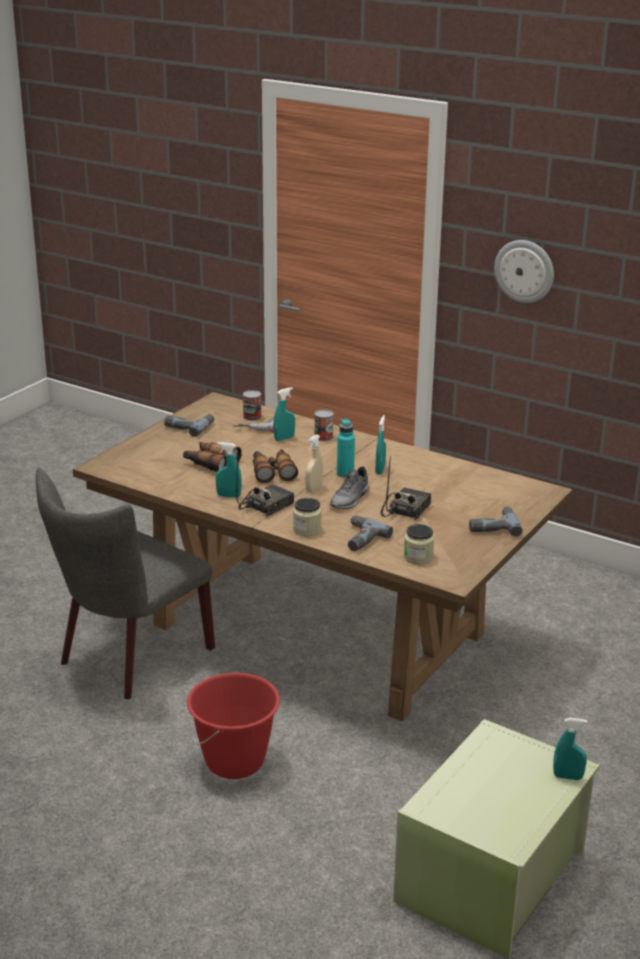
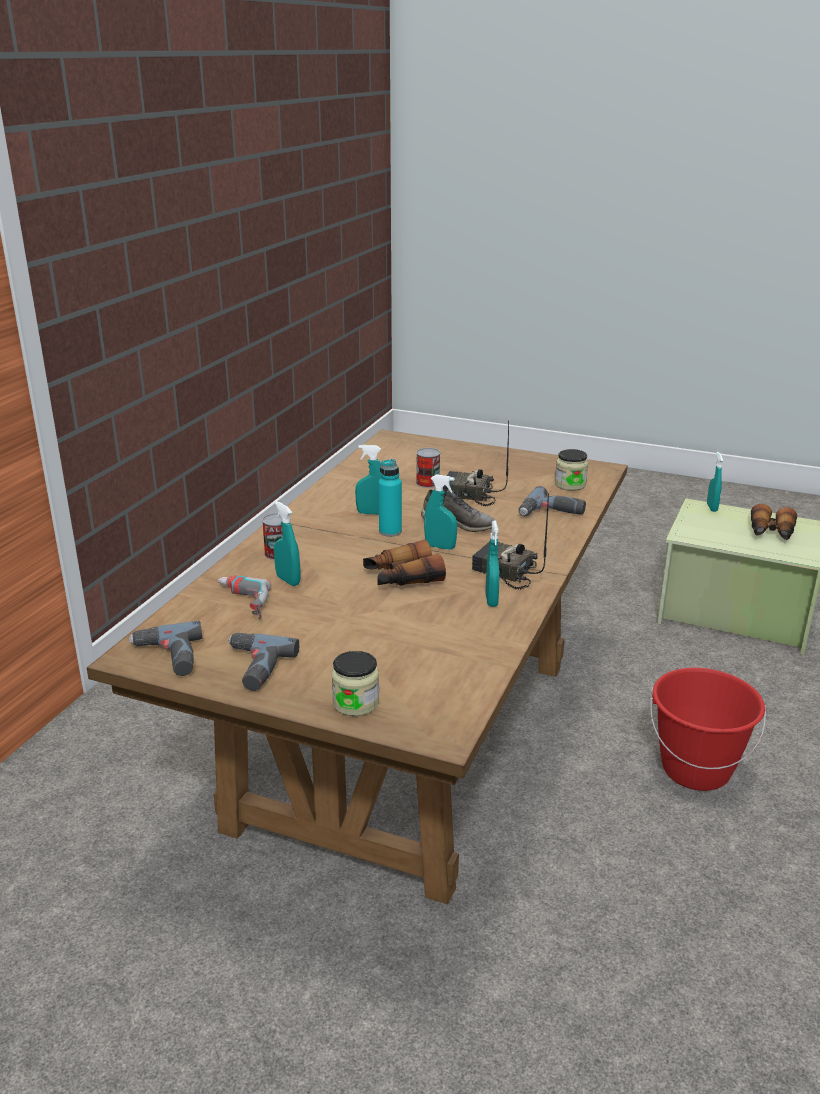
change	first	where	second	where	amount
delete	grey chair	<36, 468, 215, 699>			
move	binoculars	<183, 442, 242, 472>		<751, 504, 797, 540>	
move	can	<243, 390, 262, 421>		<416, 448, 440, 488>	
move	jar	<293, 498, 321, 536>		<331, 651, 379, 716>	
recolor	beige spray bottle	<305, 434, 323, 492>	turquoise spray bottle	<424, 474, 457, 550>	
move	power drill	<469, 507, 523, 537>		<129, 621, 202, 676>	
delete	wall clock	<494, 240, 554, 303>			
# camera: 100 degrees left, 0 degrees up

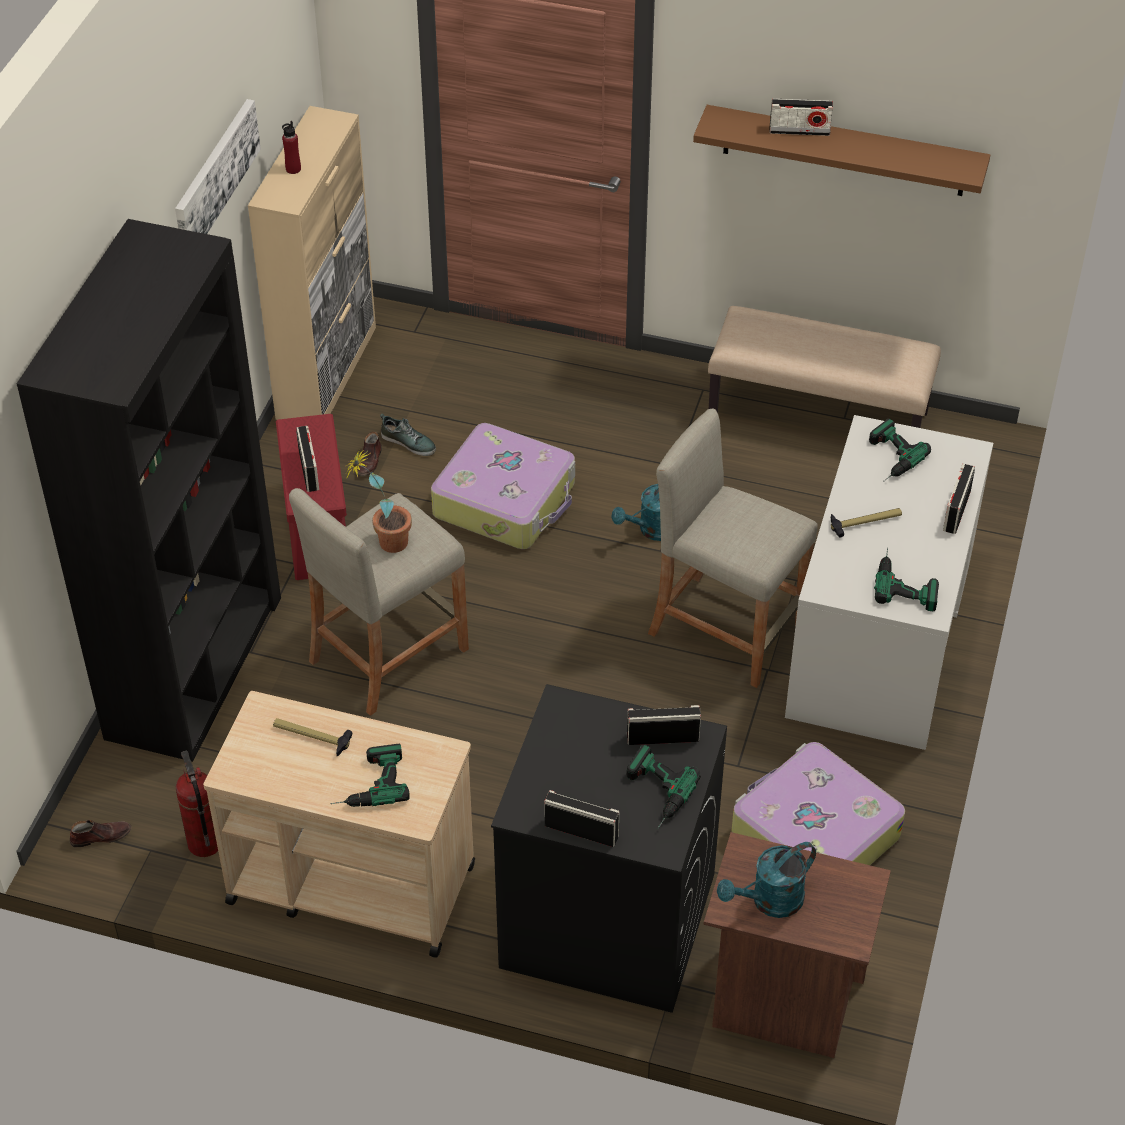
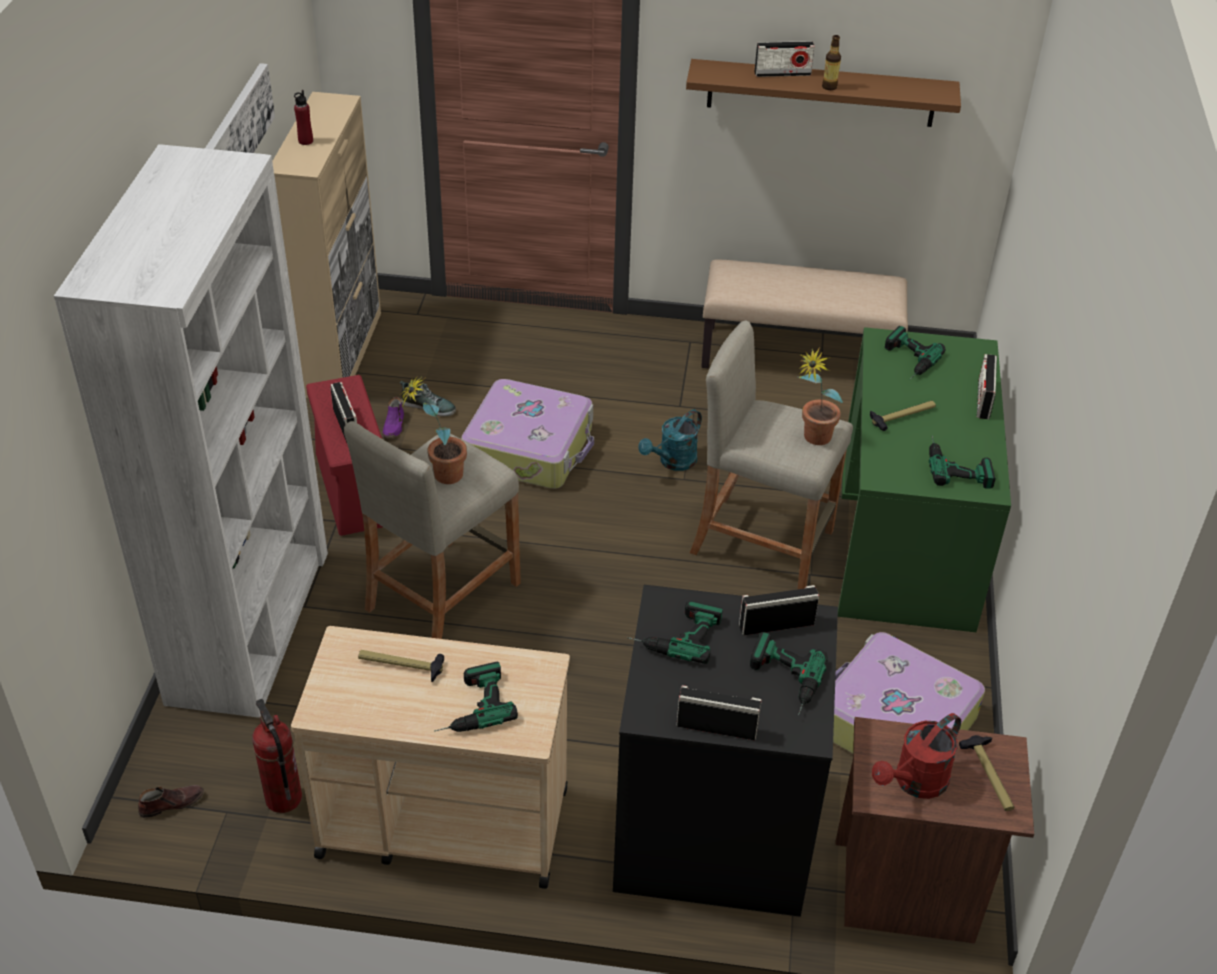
change	first	where	second	where	amount
recolor	black bookcase	<17, 219, 281, 762>	white bookcase	<54, 144, 328, 718>	
recolor	brown shoe	<355, 431, 382, 476>	purple shoe	<382, 397, 404, 438>	
recolor	turquoise watering can	<717, 842, 816, 918>	red watering can	<872, 713, 961, 799>	
recolor	white desk	<785, 415, 993, 750>	green desk	<838, 327, 1011, 632>	
insert			power drill	<627, 600, 723, 664>	
insert			potted plant	<798, 347, 843, 445>	
insert			bottle	<822, 35, 841, 90>	
insert			hammer	<959, 735, 1015, 811>	
# camera: 10 degrees left, 5 degrees down

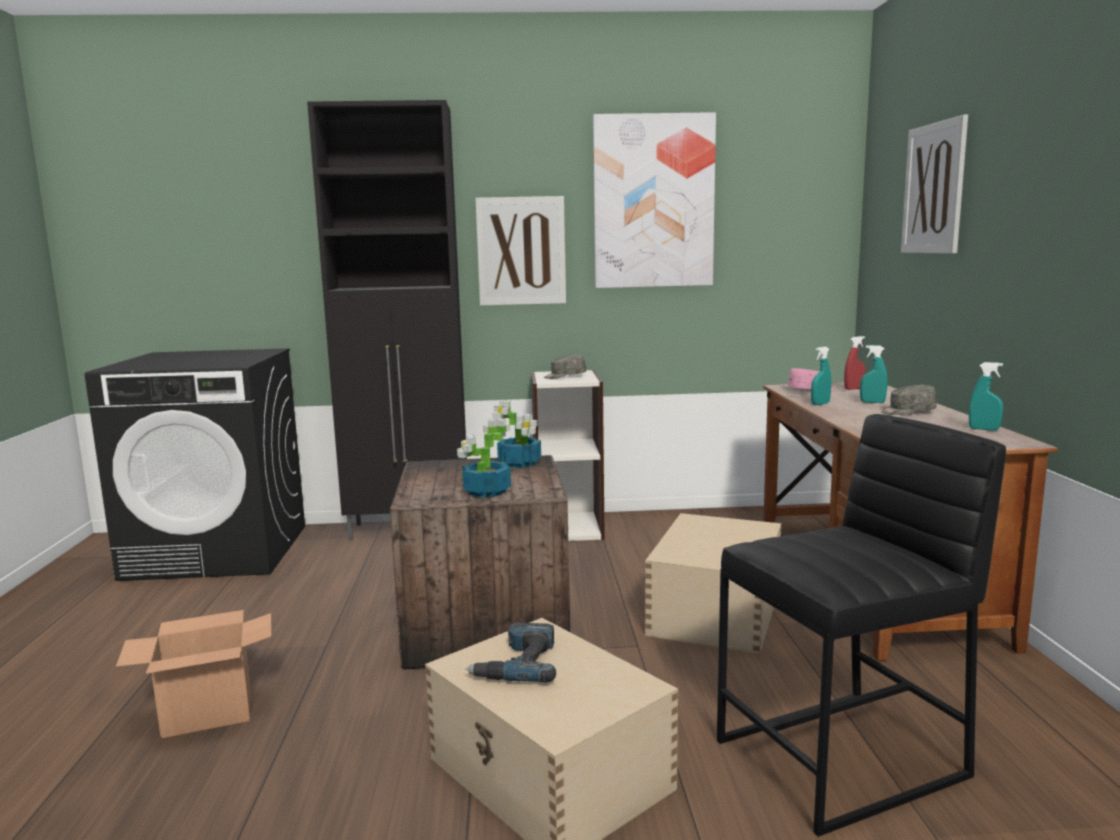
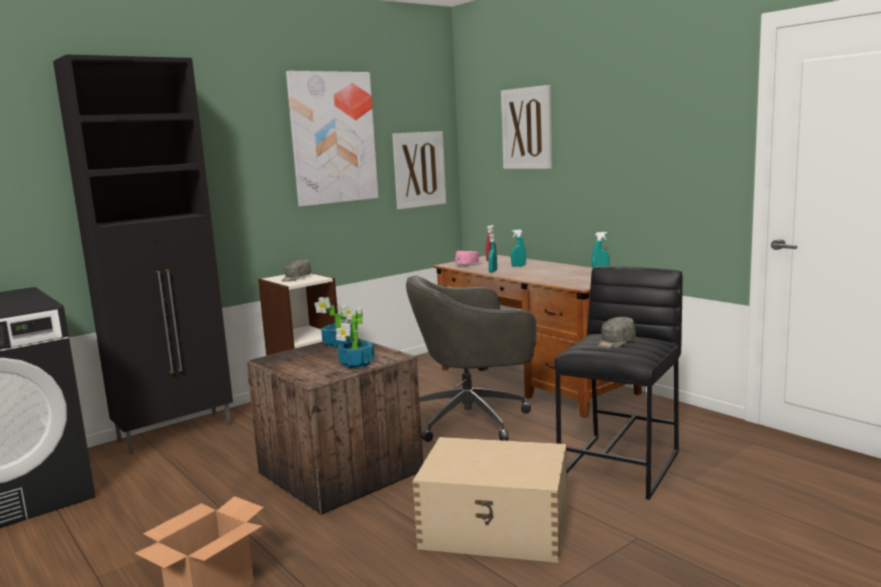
change	first	where	second	where	amount
delete	power drill	<465, 622, 556, 682>			
move	picture	<475, 196, 566, 306>		<392, 131, 446, 210>	
replace	beige storage box	<645, 513, 781, 654>	grey office chair	<406, 275, 536, 442>	
move	grey cap	<881, 385, 936, 415>		<598, 317, 636, 349>	
# camera: 35 degrees left, 0 degrees up

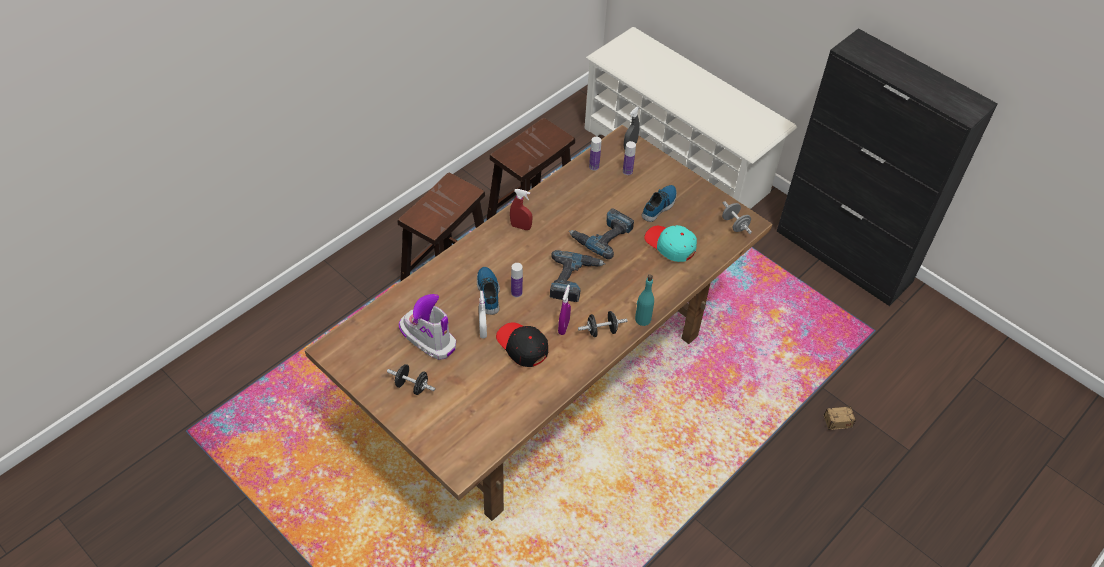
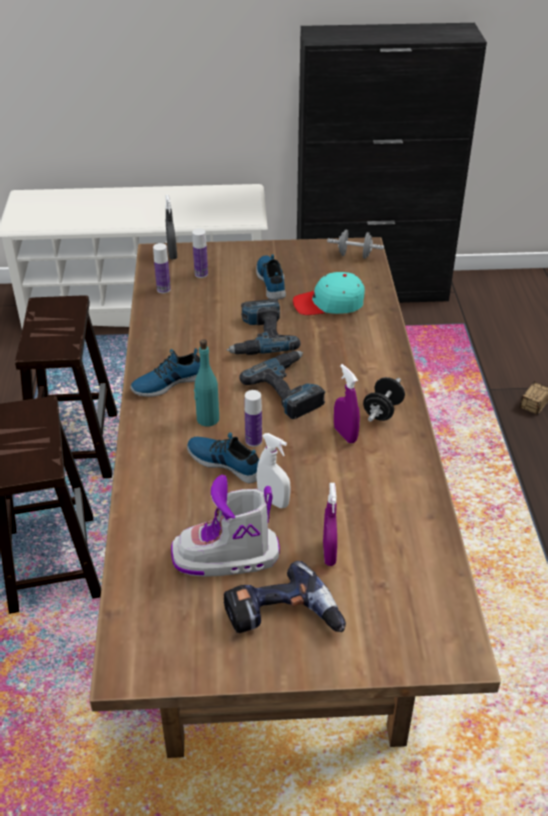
change	first	where	second	where	amount
replace	black dumbbell	<387, 364, 435, 395>	power drill	<224, 561, 346, 633>	
delete	black cap	<496, 322, 548, 367>			
replace	red spray bottle	<510, 189, 533, 230>	shoe	<130, 348, 200, 397>	
move	turquoise bottle	<635, 274, 654, 326>		<194, 339, 219, 426>	
insert			purple spray bottle	<323, 483, 337, 566>	
# camera: 45 degrees left, 10 degrees down

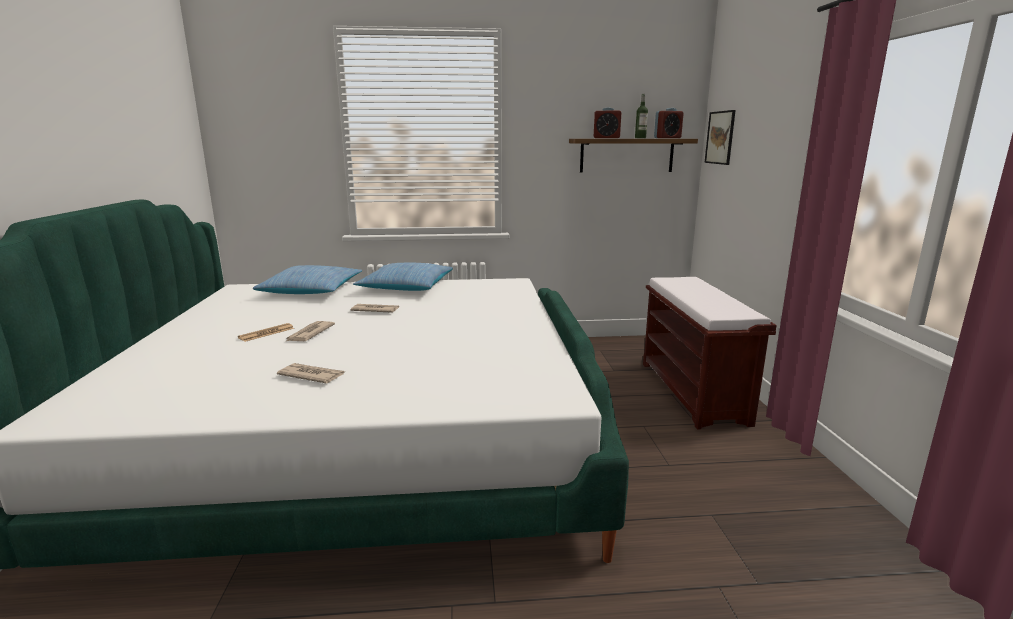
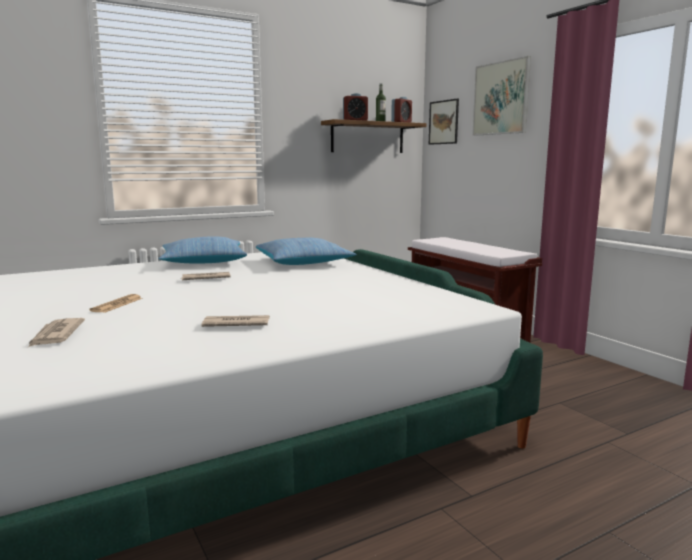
change	first	where	second	where	amount
move	pillow	<253, 265, 362, 294>		<256, 238, 357, 265>	
move	newspaper	<285, 321, 335, 342>		<28, 318, 85, 347>	
insert			picture	<472, 56, 531, 136>	
# camera: 25 degrees left, 5 degrees down

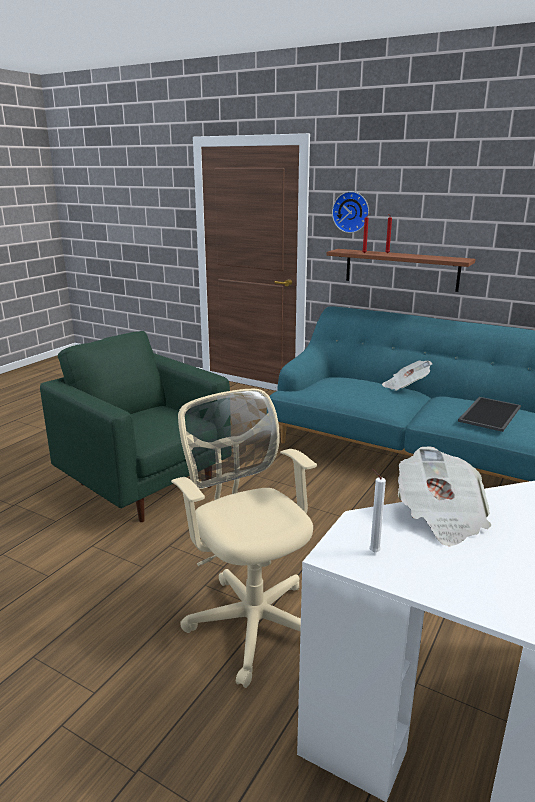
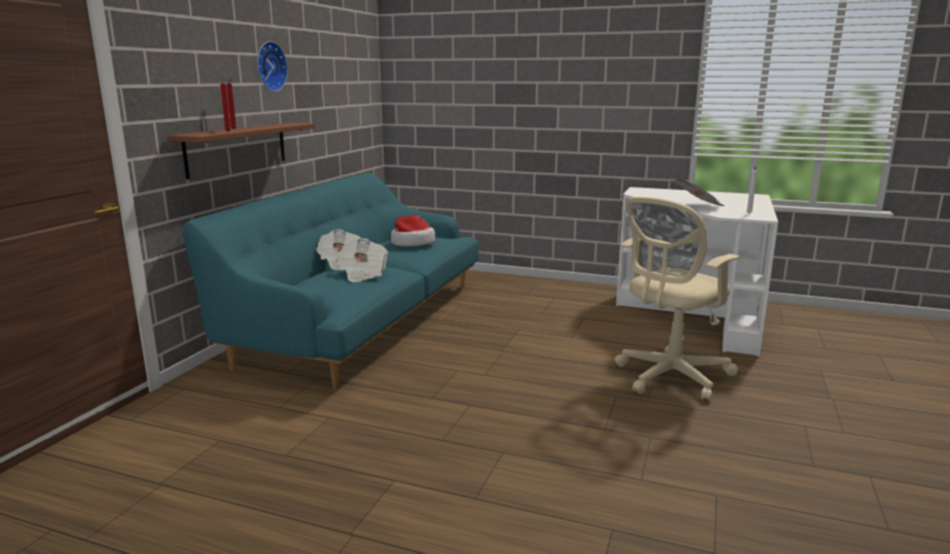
change	first	where	second	where	amount
delete	green armchair	<40, 331, 231, 522>			
move	wall clock	<332, 191, 369, 233>		<257, 41, 288, 92>	
replace	tray	<458, 397, 521, 432>	hat	<391, 215, 435, 247>	
insert			newspaper	<336, 238, 388, 282>	
# camera: 100 degrees left, 5 degrees down

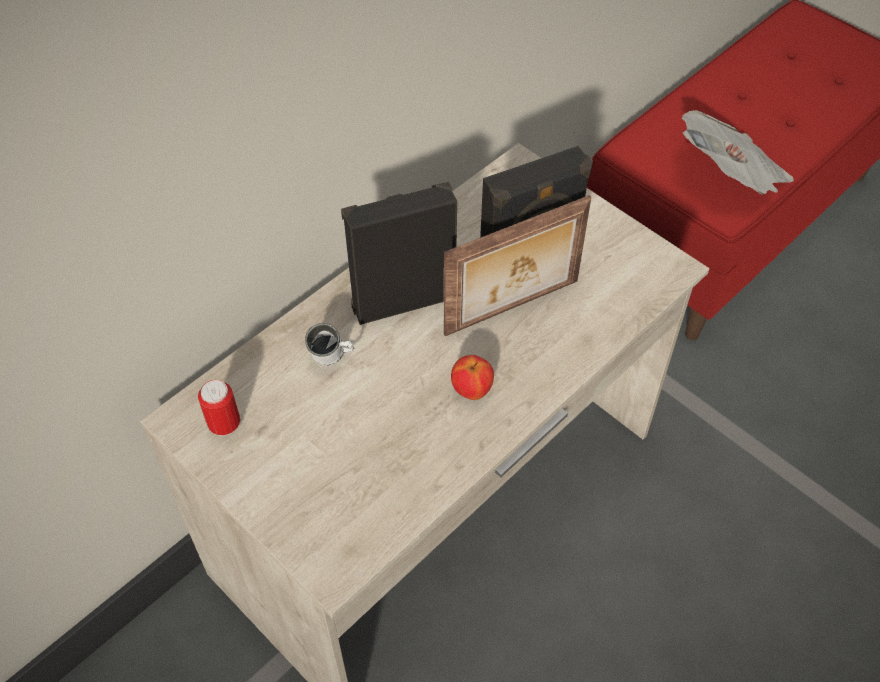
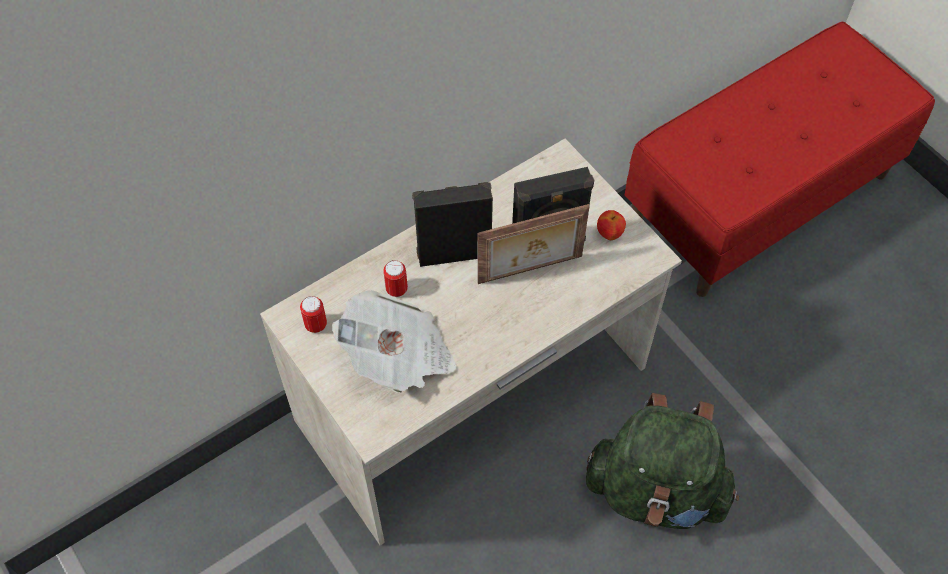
change	first	where	second	where	amount
replace	white mug	<305, 323, 354, 366>	can	<383, 260, 408, 297>	
move	apple	<451, 355, 494, 400>		<597, 210, 626, 240>	
move	newspaper	<682, 110, 794, 195>		<332, 290, 457, 393>	
insert			green backpack	<586, 393, 739, 529>	
# camera: 10 degrees right, 5 degrees up

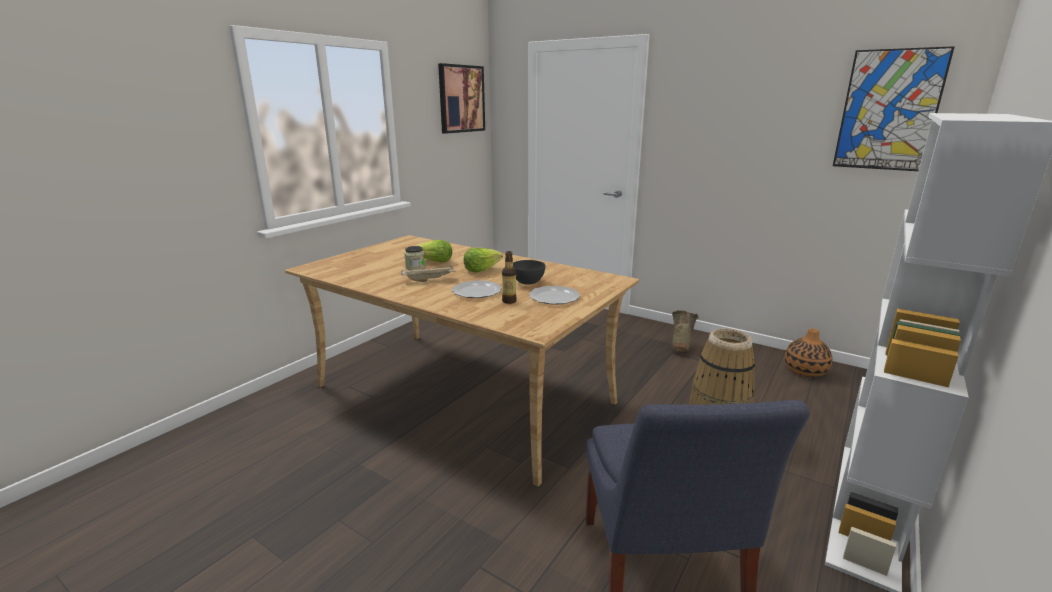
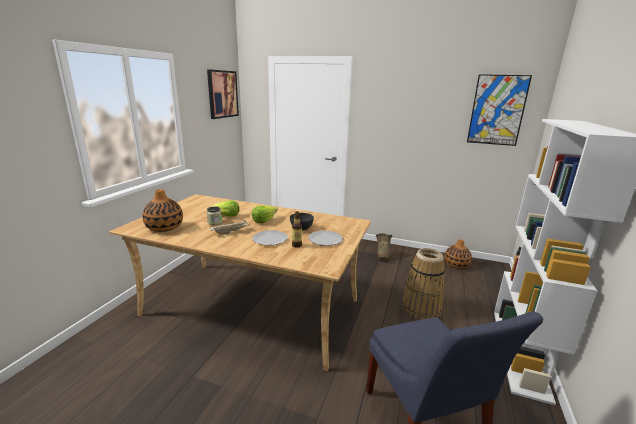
change	first	where	second	where	amount
insert			vase	<142, 189, 183, 232>	
# camera: 15 degrees left, 0 degrees up

